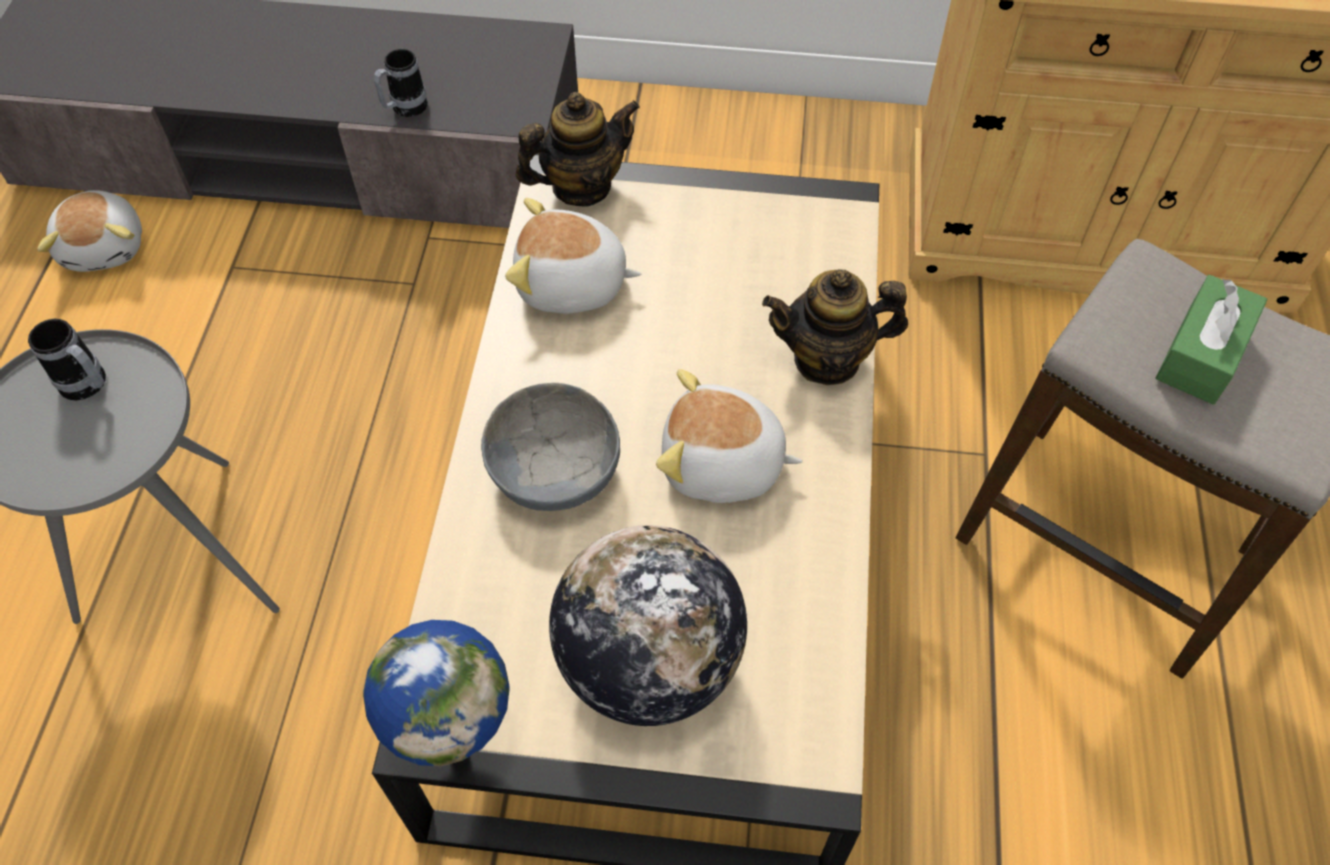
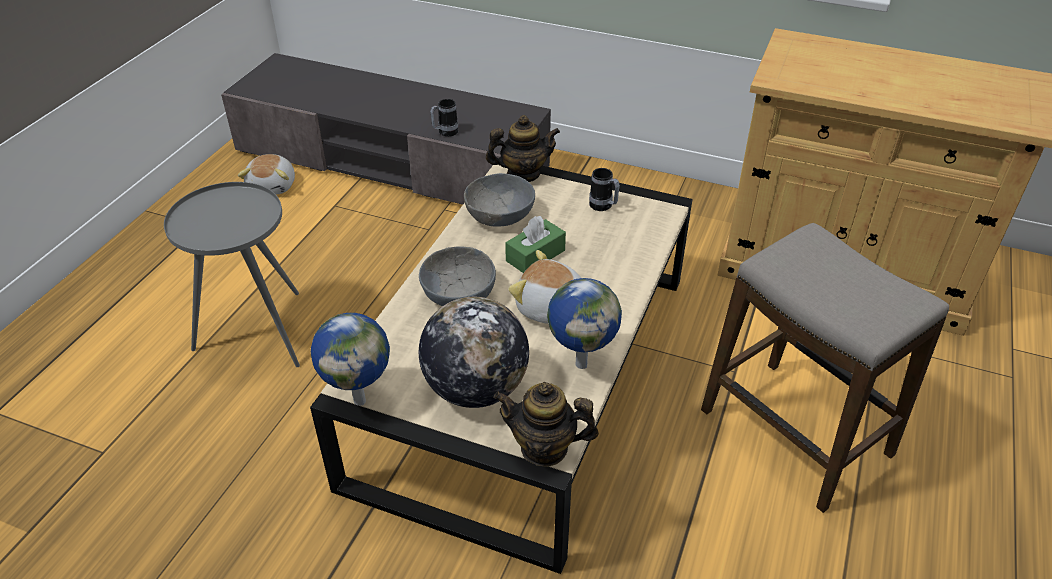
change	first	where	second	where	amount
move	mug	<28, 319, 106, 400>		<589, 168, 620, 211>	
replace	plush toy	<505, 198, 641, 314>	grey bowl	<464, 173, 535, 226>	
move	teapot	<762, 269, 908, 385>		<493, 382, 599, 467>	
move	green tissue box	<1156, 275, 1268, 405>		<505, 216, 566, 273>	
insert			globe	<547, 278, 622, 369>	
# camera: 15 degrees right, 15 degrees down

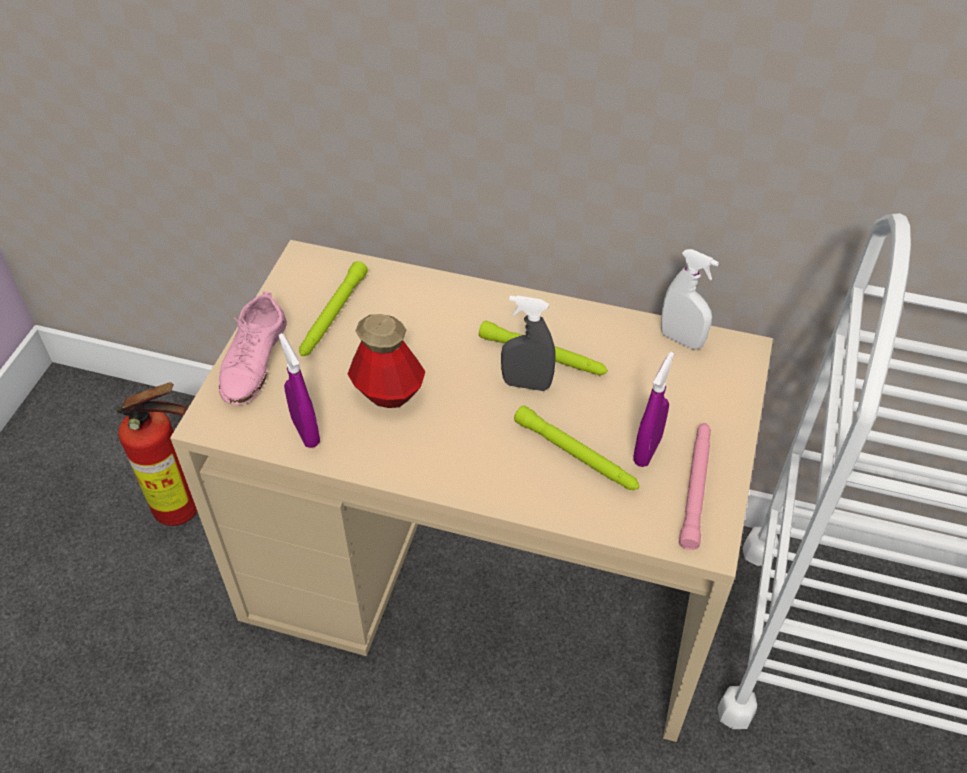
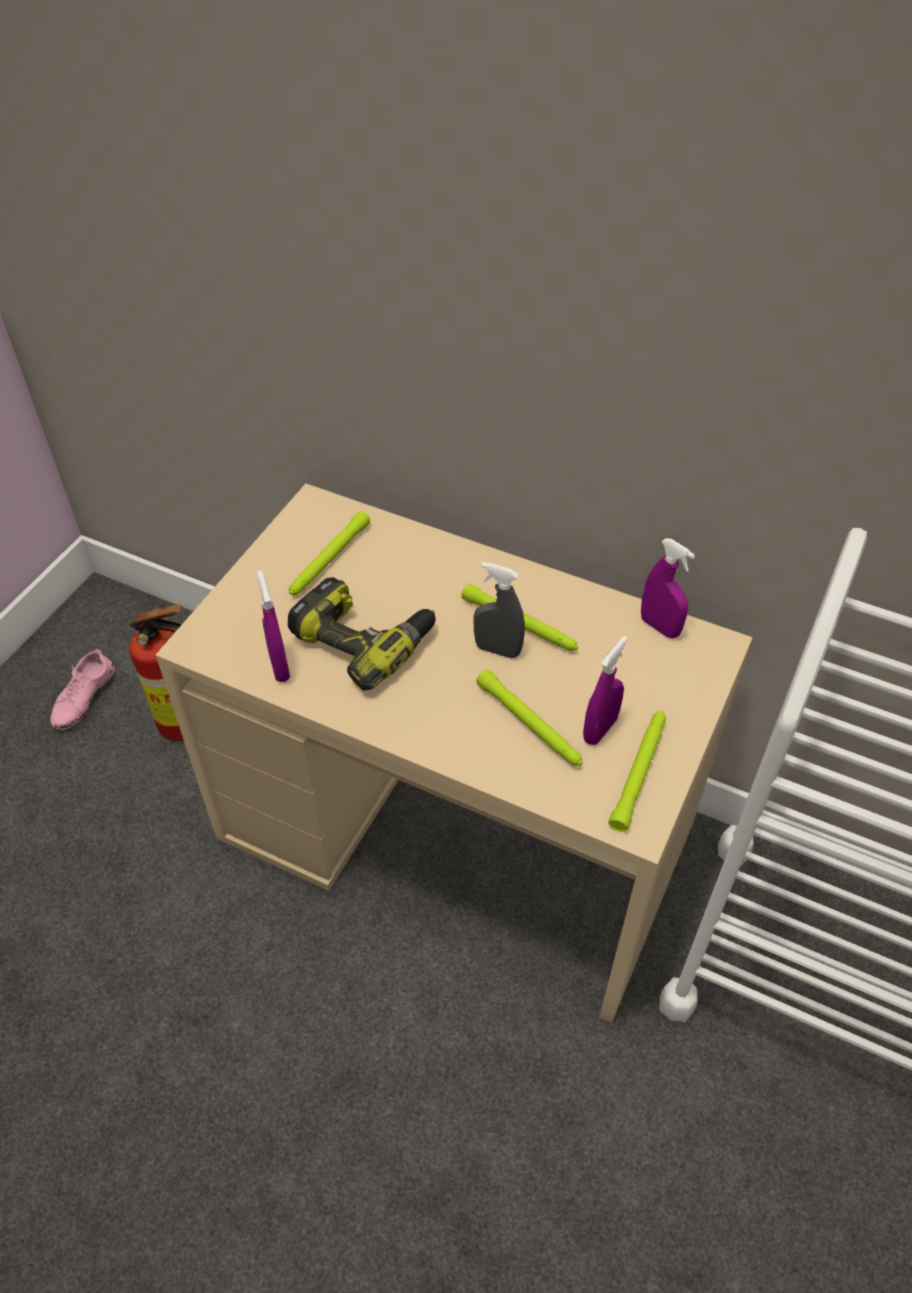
change	first	where	second	where	amount
move	pink shoe	<219, 291, 287, 405>		<51, 649, 115, 730>	
replace	bottle	<348, 314, 425, 408>	power drill	<288, 577, 436, 691>	
recolor	white spray bottle	<661, 249, 719, 350>	purple spray bottle	<641, 538, 695, 638>	
recolor	pink flashlight	<679, 423, 711, 550>	green flashlight	<608, 711, 666, 832>	
# camera: 10 degrees right, 0 degrees up

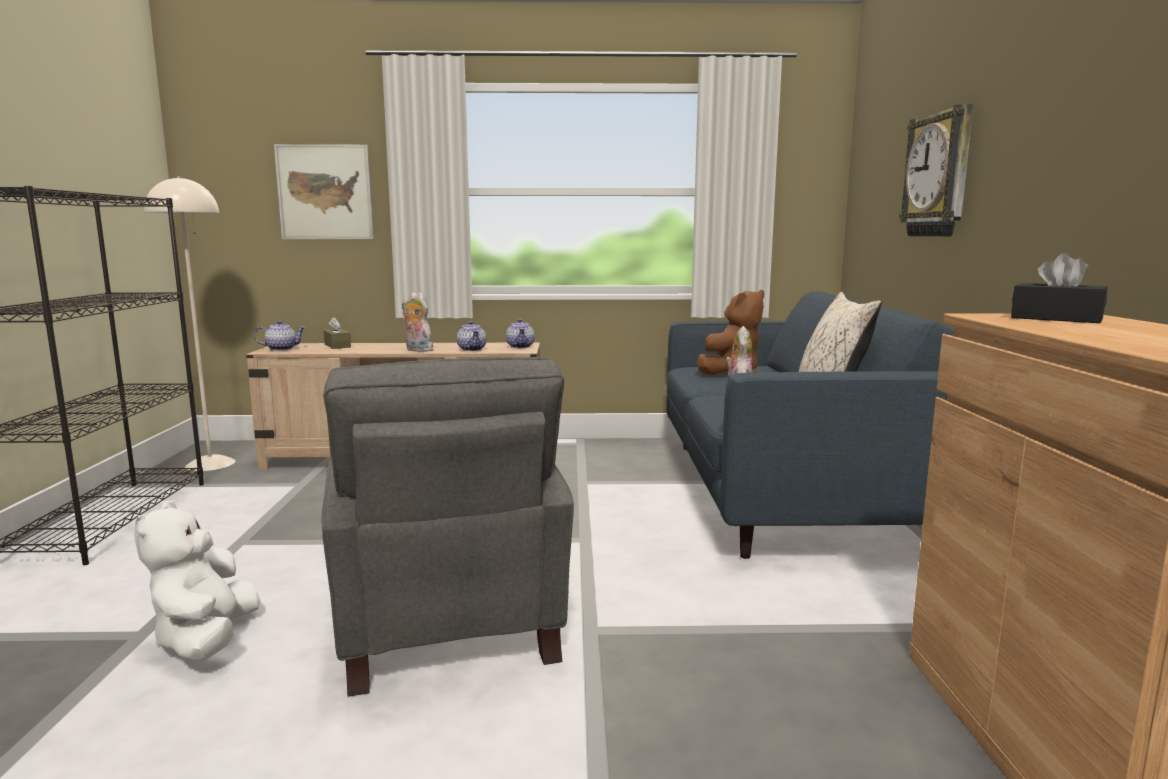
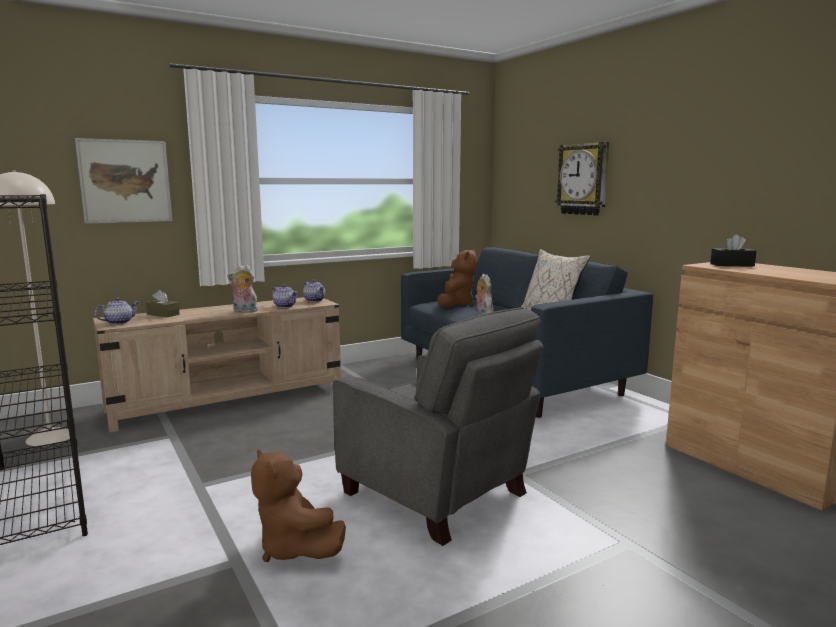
change	first	where	second	where	amount
recolor	white plush toy	<134, 500, 260, 661>	brown plush toy	<251, 448, 346, 562>	
# camera: 30 degrees left, 0 degrees up

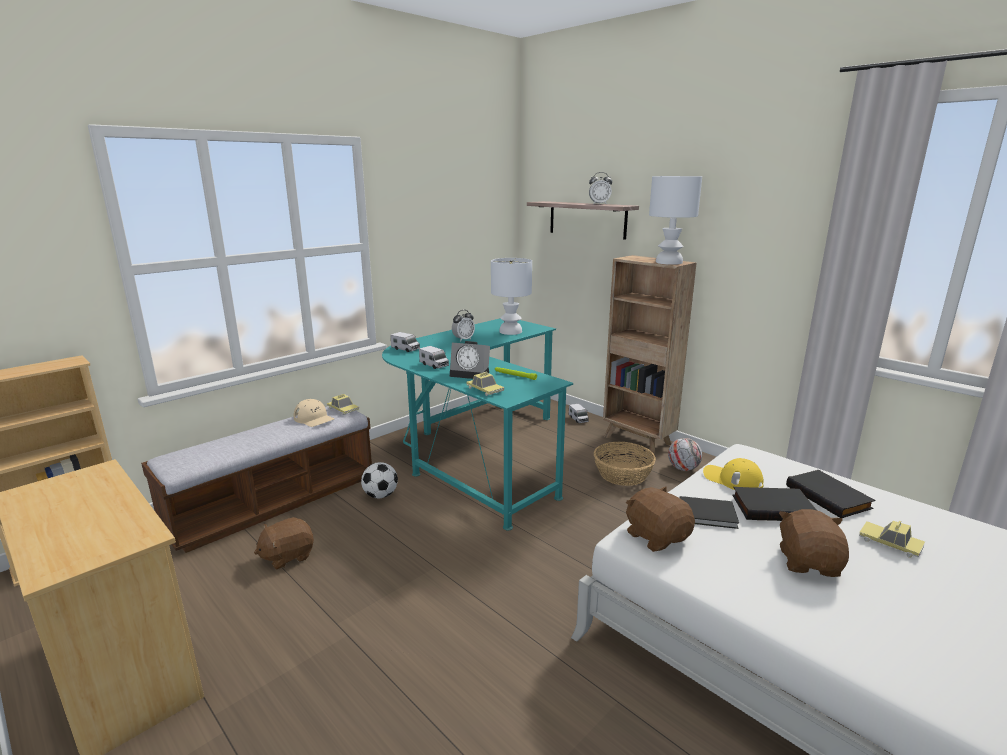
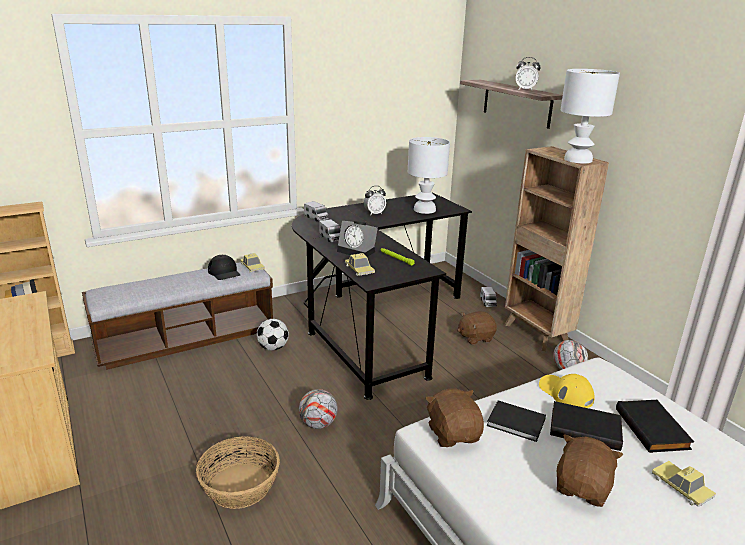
change	first	where	second	where	amount
move	brown plush toy	<254, 517, 314, 570>		<457, 311, 497, 345>	
recolor	beige cap	<293, 399, 334, 427>	black cap	<208, 255, 240, 280>	
recolor	turquoise desk	<382, 318, 573, 530>	black desk	<292, 192, 472, 400>	
move	basket	<594, 442, 656, 486>		<196, 436, 280, 509>	
insert			football	<299, 389, 338, 429>	
# camera: 15 degrees right, 5 degrees up

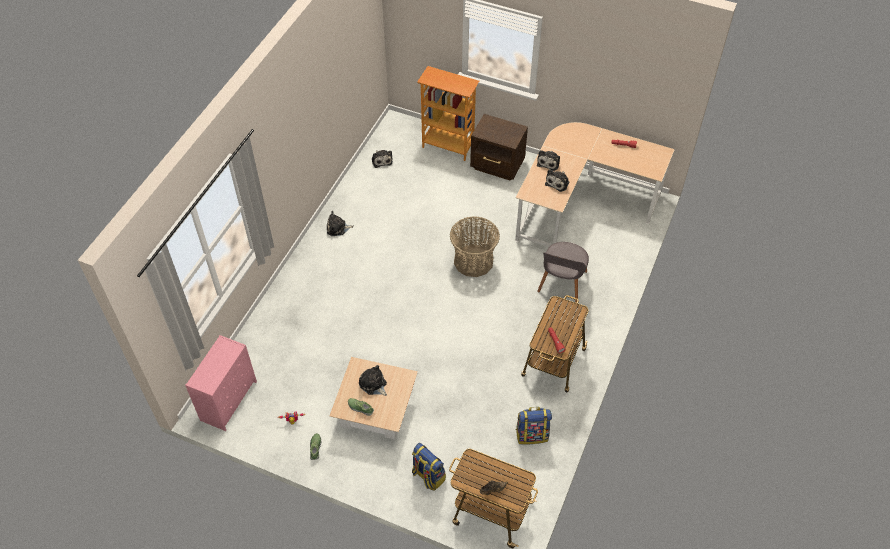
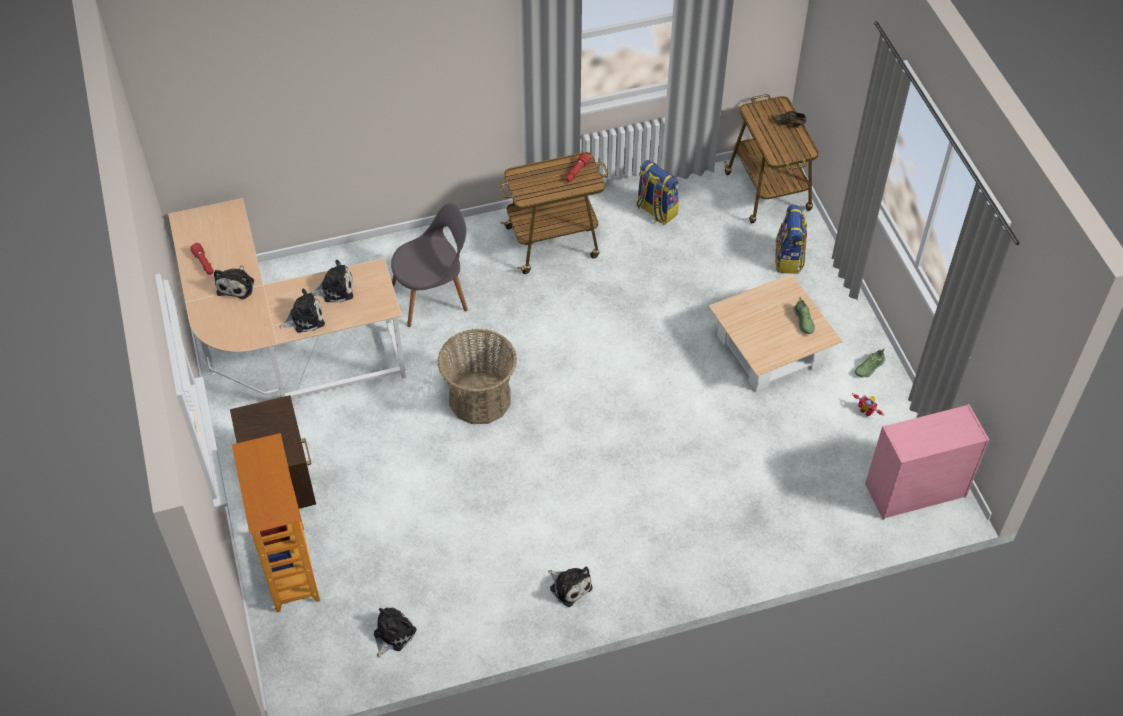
change	first	where	second	where	amount
move	plush toy	<359, 365, 387, 396>		<214, 265, 254, 299>	
# camera: 130 degrees left, 0 degrees up

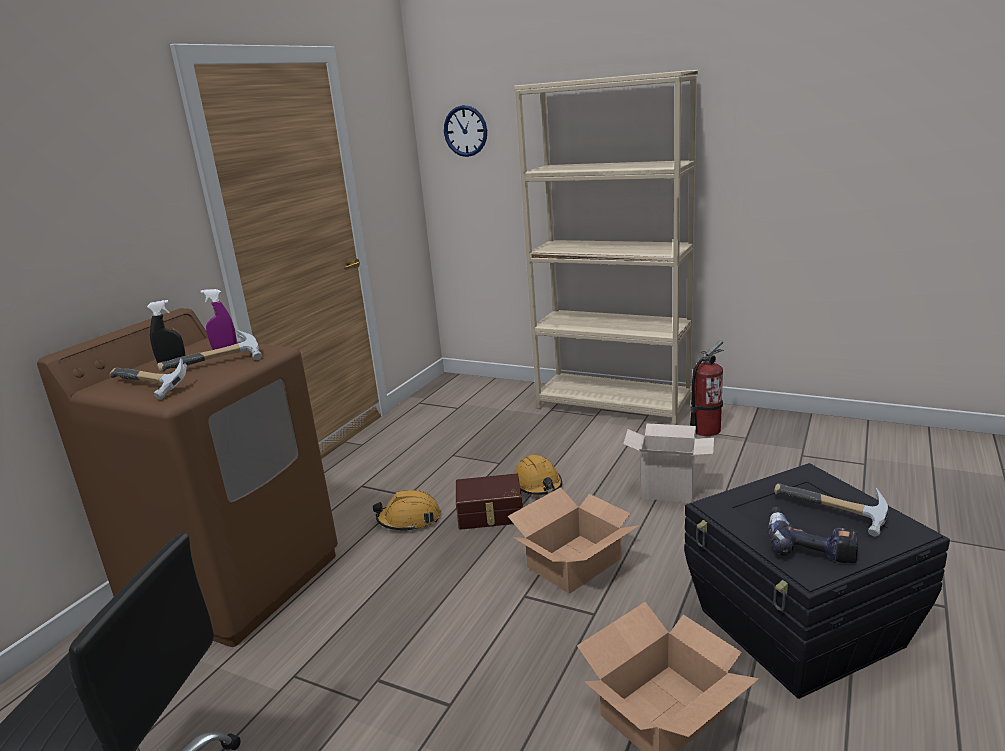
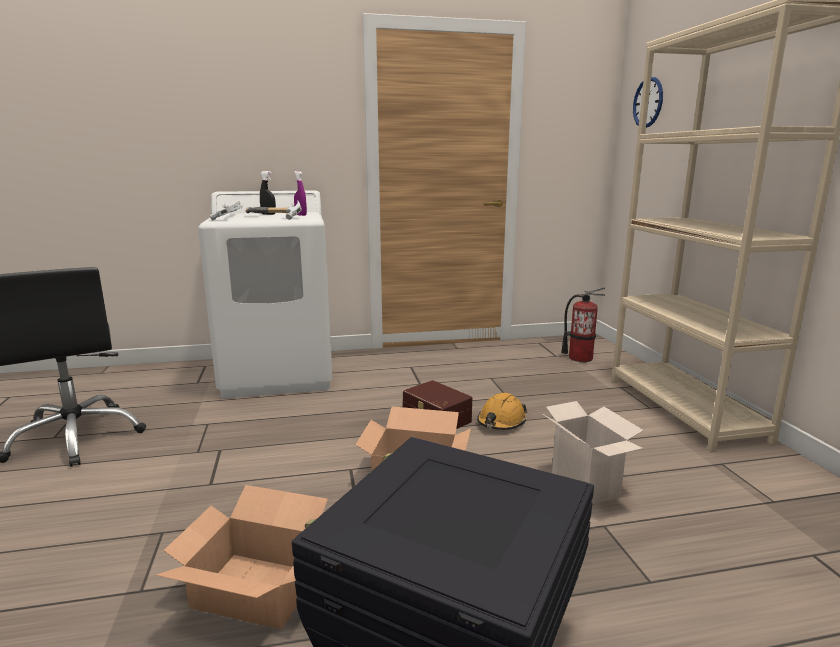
change	first	where	second	where	amount
recolor	brown washing machine	<37, 308, 338, 647>	white washing machine	<198, 191, 333, 398>	
delete	orange hard hat	<373, 490, 441, 532>			
move	fire extinguisher	<690, 340, 724, 436>		<561, 287, 605, 362>	
delete	power drill	<769, 507, 859, 563>			
delete	hammer	<774, 483, 888, 537>			
# camera: 50 degrees right, 5 degrees down

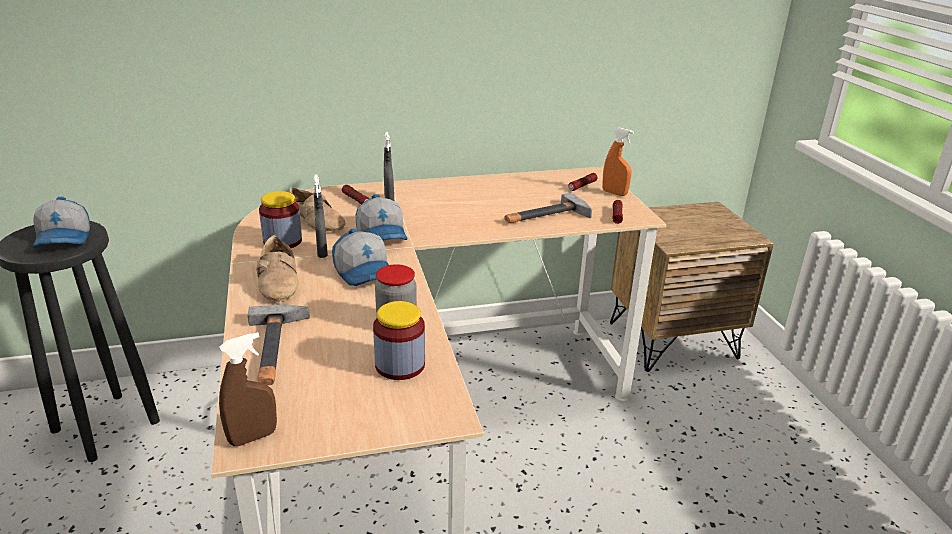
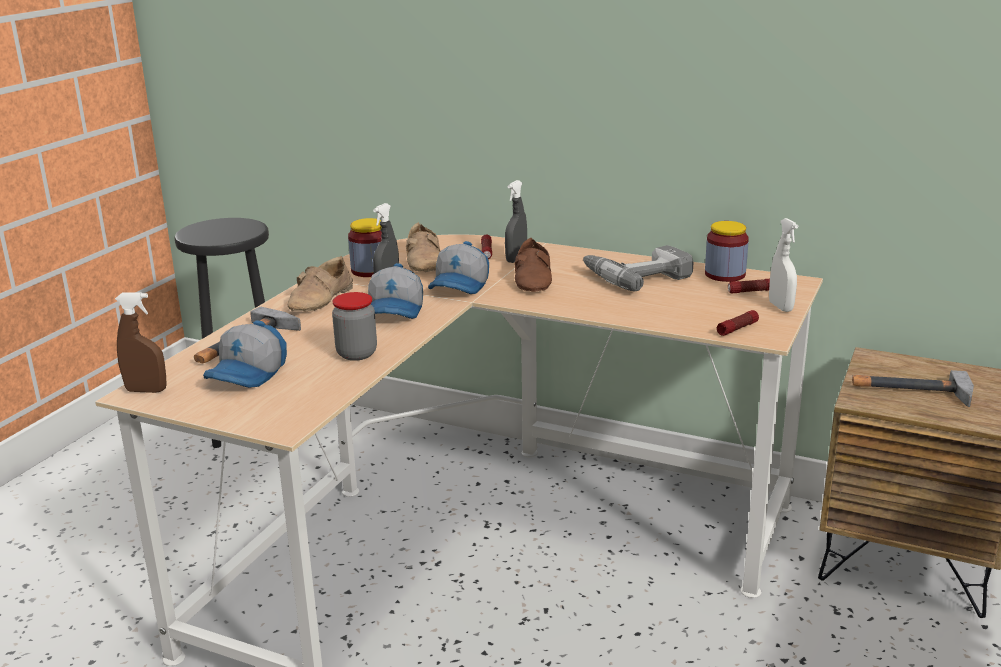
change	first	where	second	where	amount
move	cap	<33, 197, 90, 248>		<203, 320, 287, 388>	
move	jar	<373, 301, 425, 380>		<705, 221, 749, 282>	
move	hammer	<504, 193, 592, 223>		<852, 370, 974, 407>	
recolor	orange spray bottle	<603, 128, 634, 196>	white spray bottle	<769, 218, 798, 312>	
insert			brown shoe	<514, 238, 552, 292>	
insert			power drill	<583, 245, 694, 291>	
# camera: 40 degrees right, 5 degrees down

